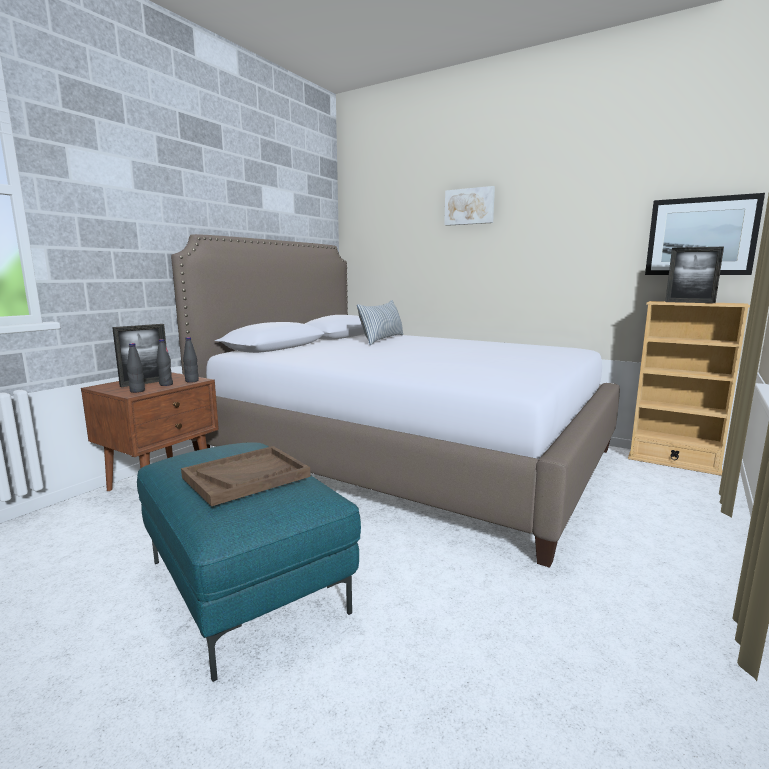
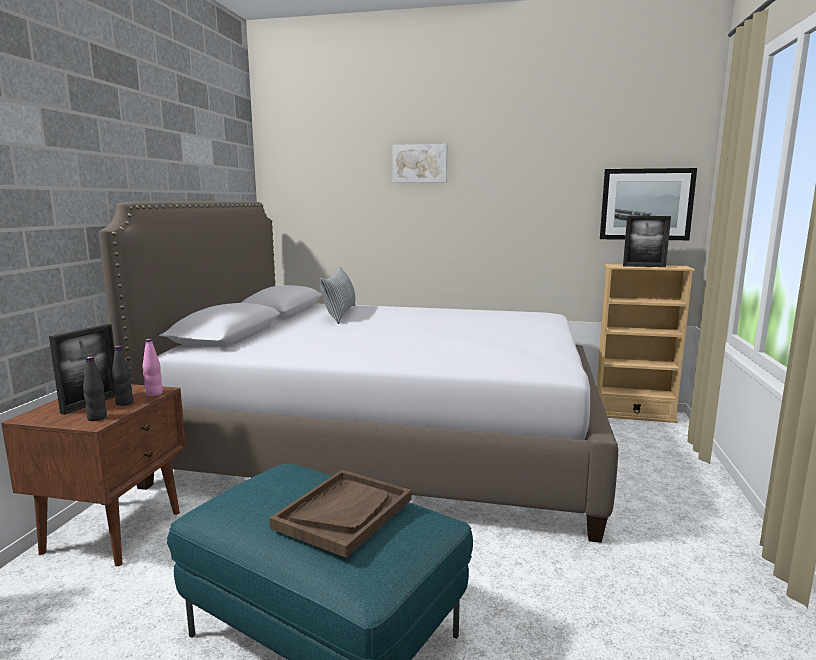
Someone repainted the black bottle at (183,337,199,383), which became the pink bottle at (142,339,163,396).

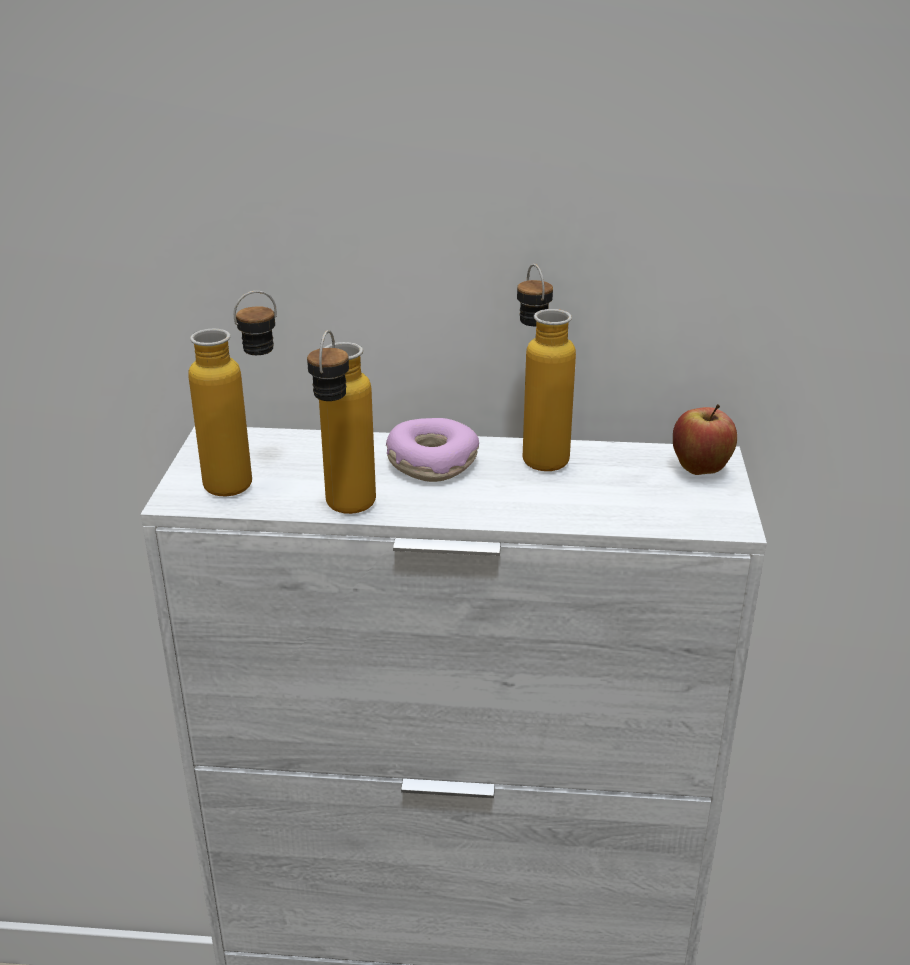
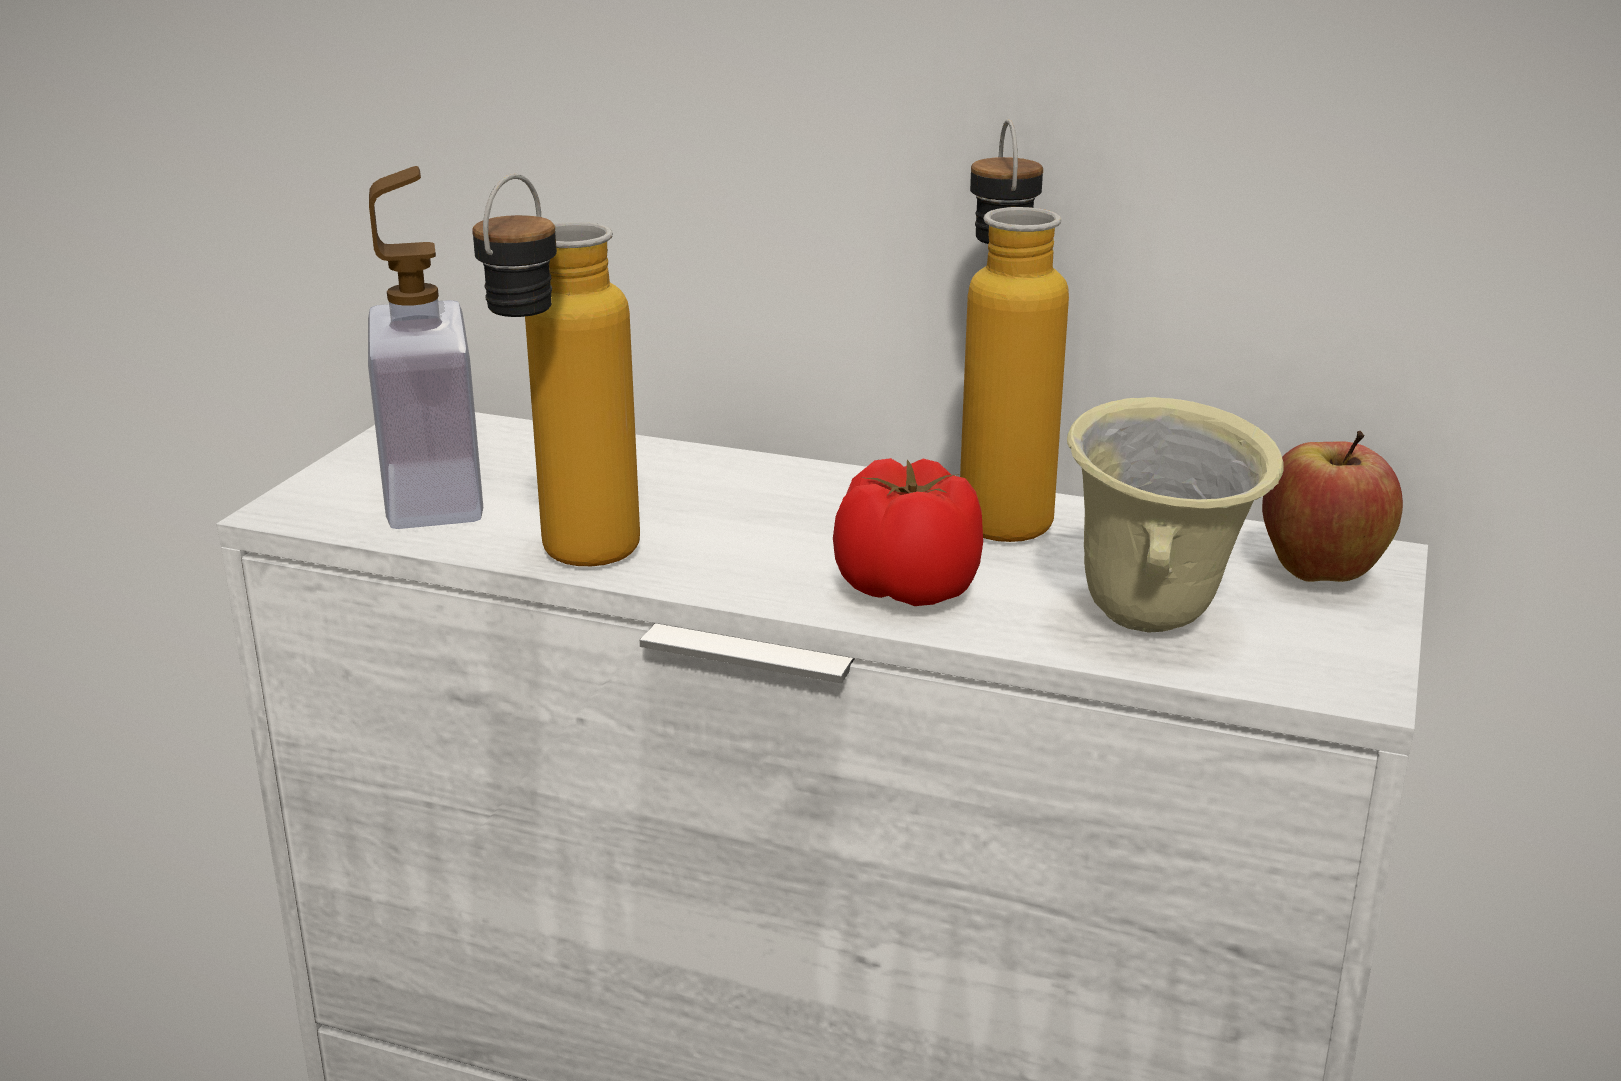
Someone took away the donut at (386,418,479,482).
Someone put down the tomato at (833,458,983,606).
Someone put down the beige mug at (1067,397,1284,633).
Someone swapped the bottle at (188,291,277,496) for the soap dispenser at (368,166,483,529).

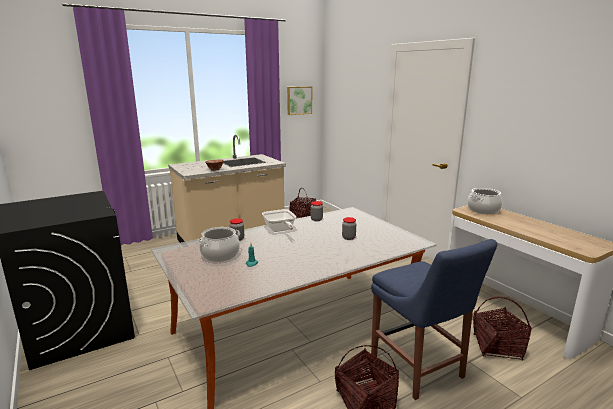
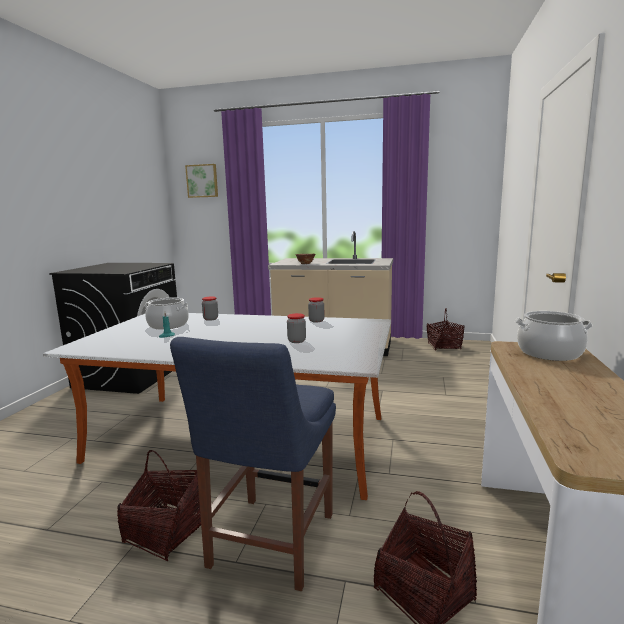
Someone took away the frying pan at (262,209,296,232).
Someone carried the picture from (287,86,312,115) to (185,164,218,198).

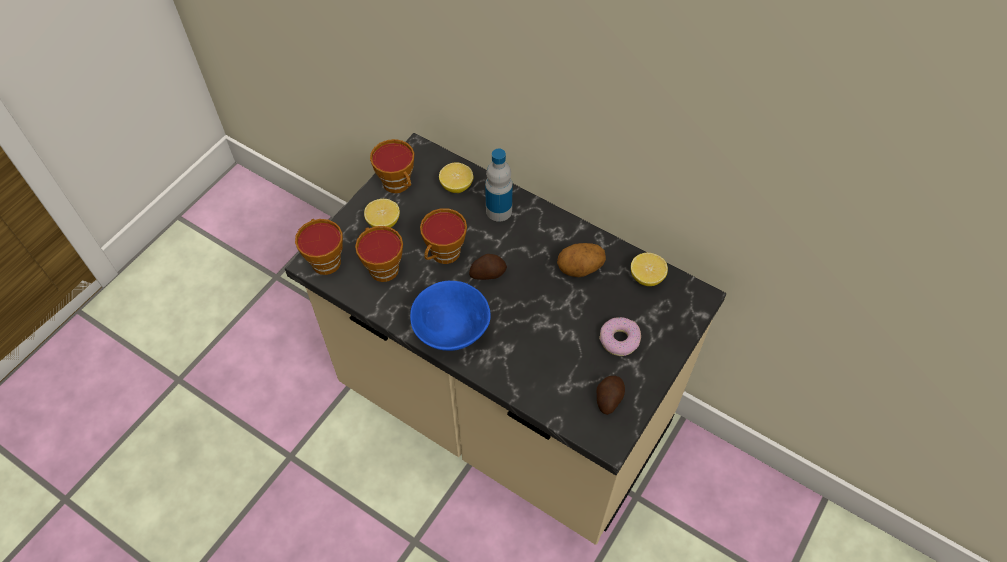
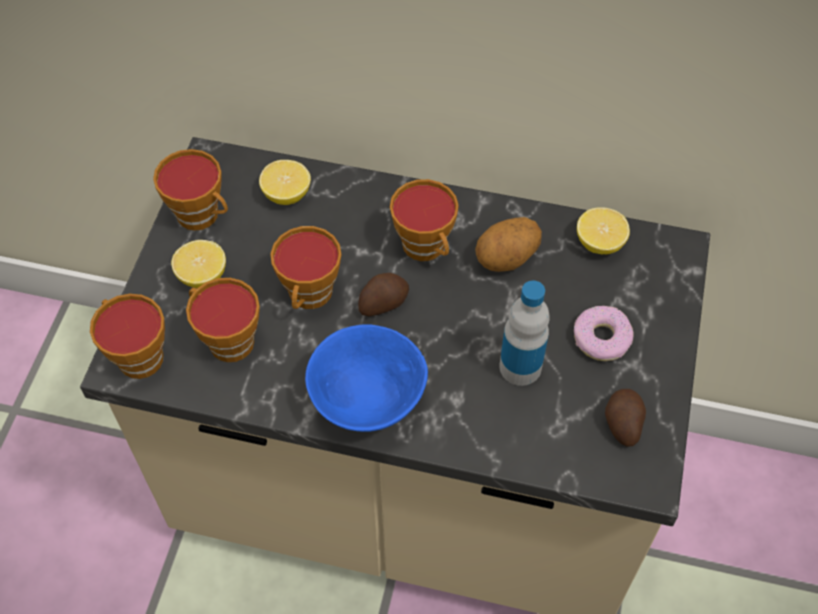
Someone put down the cup at (390,179,459,261).
Someone carried the bottle from (485,149,513,222) to (499,281,550,386).

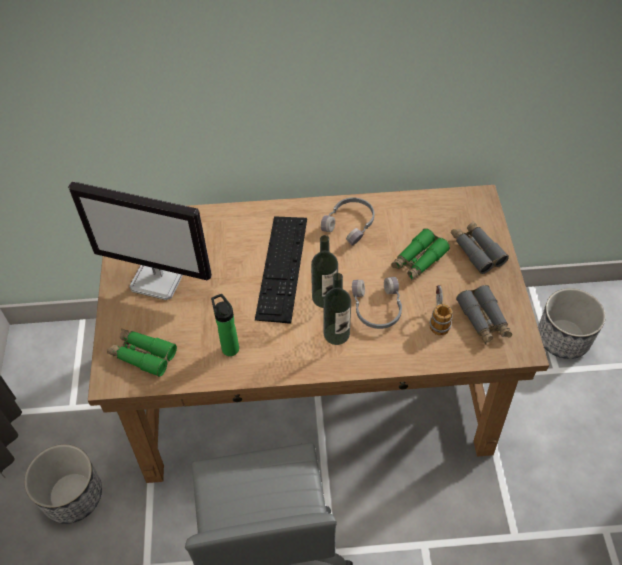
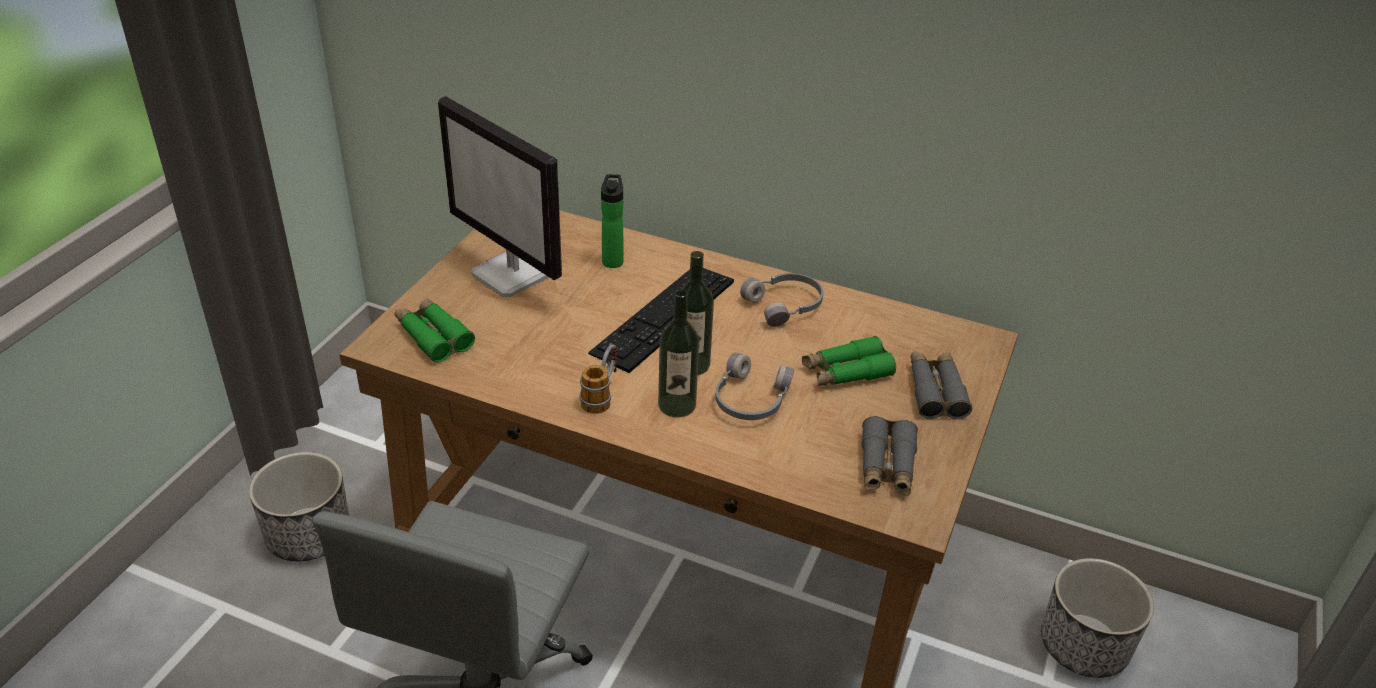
Someone carried the bottle from (211,294,239,356) to (601,174,623,268).
Someone carried the mug from (430,285,453,335) to (579,344,617,414).

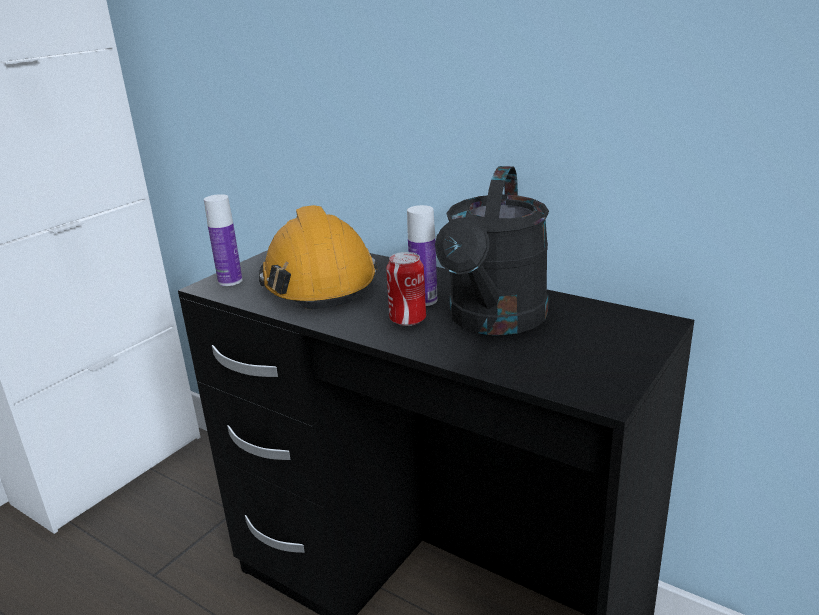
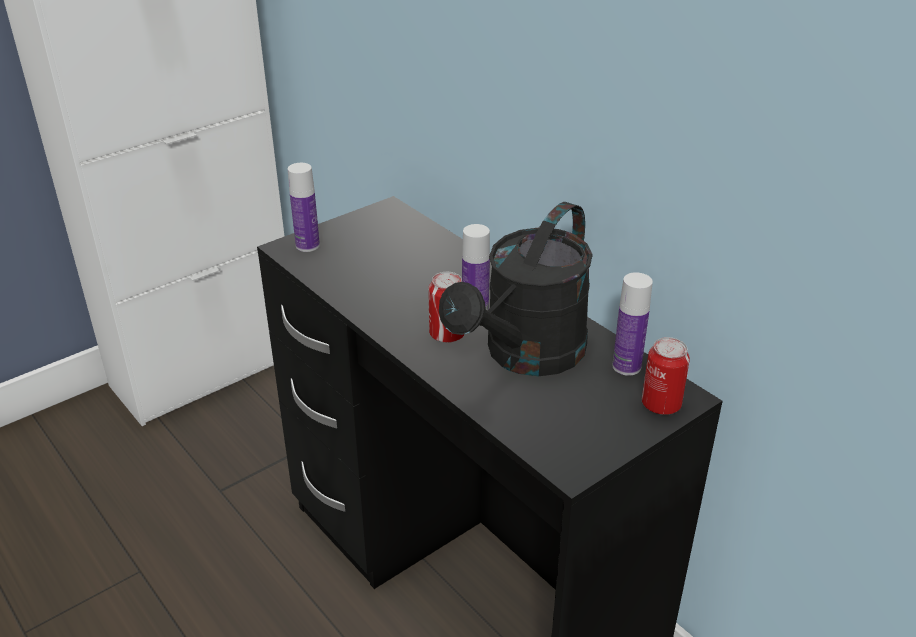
Someone took away the orange hard hat at (259,205,378,309).
Someone put down the bottle at (612,272,653,376).
Someone put down the can at (642,337,690,415).

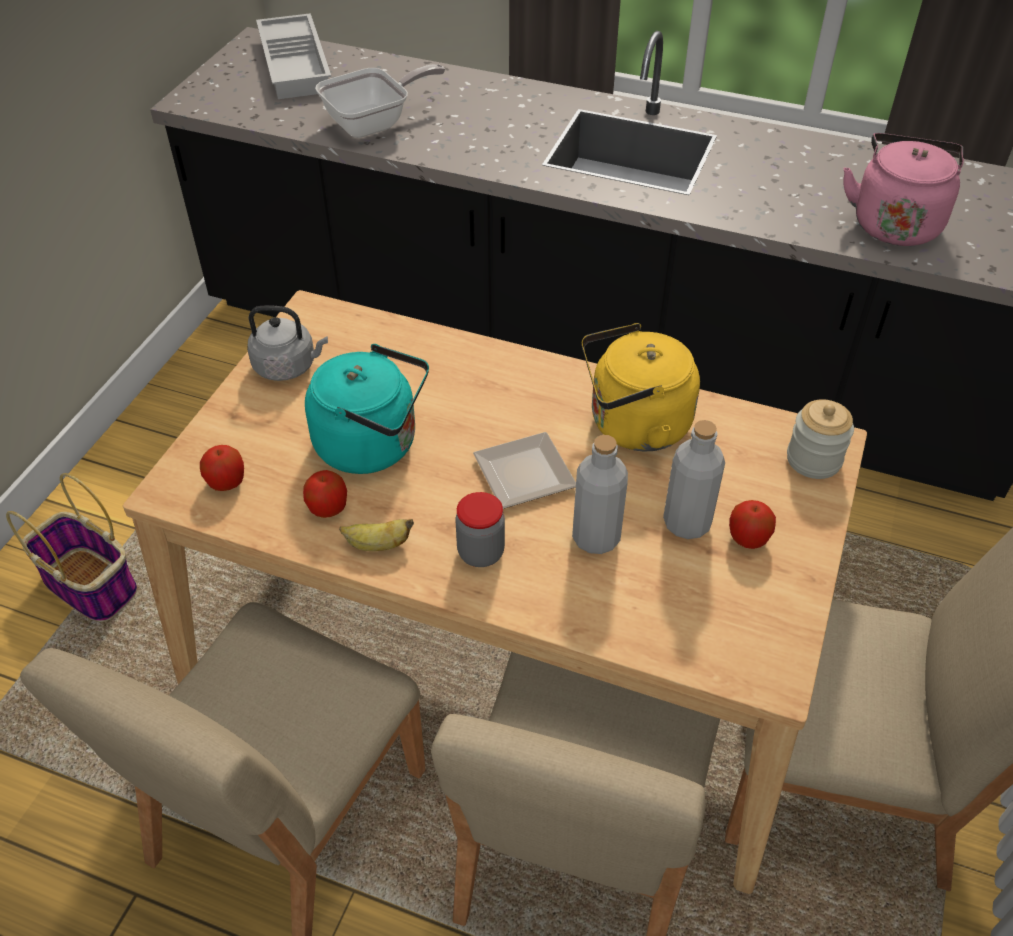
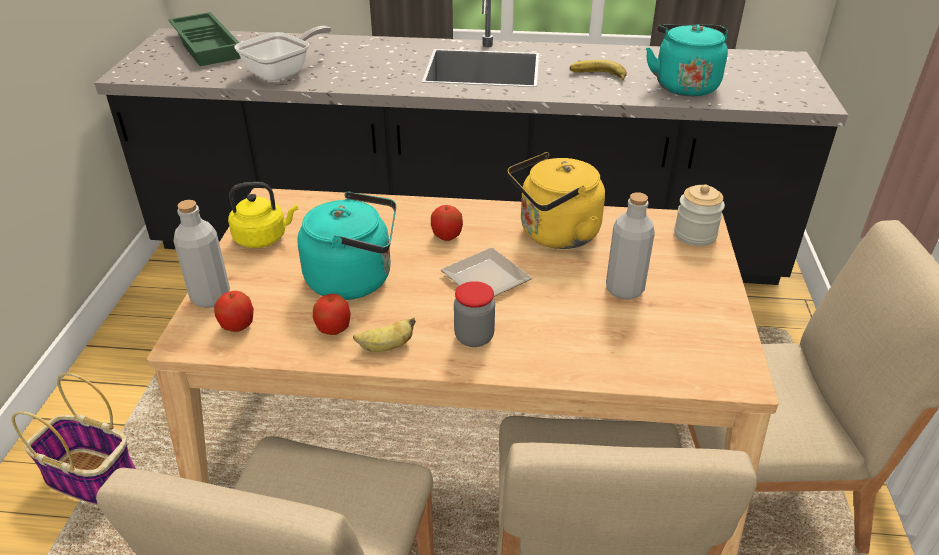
Someone put down the banana at (570,60,627,81).
Someone carried the grey bottle from (572,435,628,554) to (173,200,230,308).
Someone carried the apple from (729,500,776,549) to (431,205,463,241).
Someone repainted the grey kettle at (247,305,328,381), which became the yellow kettle at (228,182,298,248).
Someone repainted the white tray at (256,13,331,99), which became the green tray at (168,12,241,66).
Someone repainted the pink kettle at (843,133,964,246), which became the turquoise kettle at (646,24,728,96).

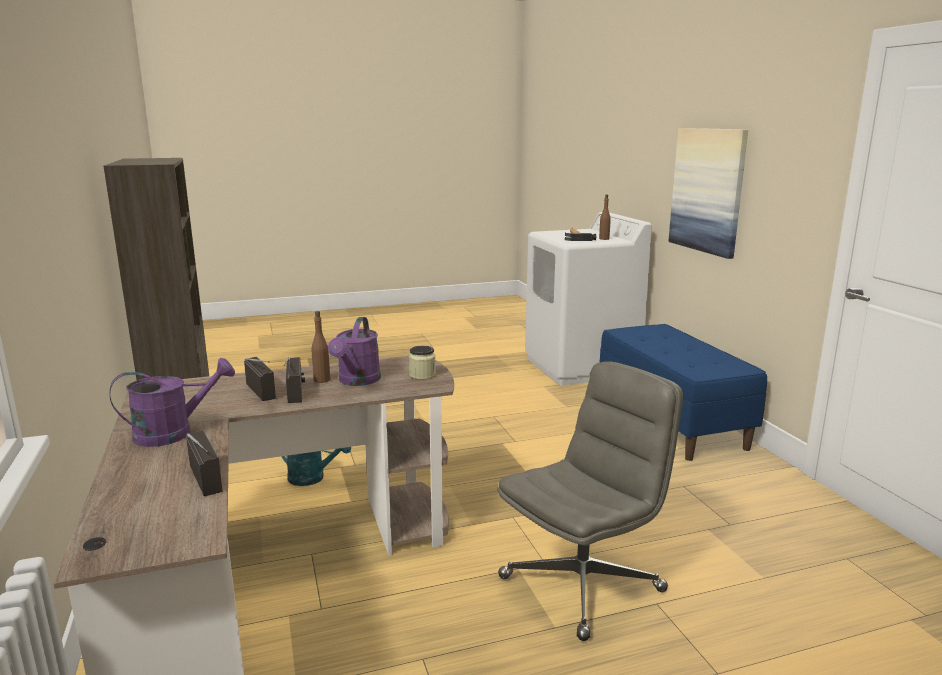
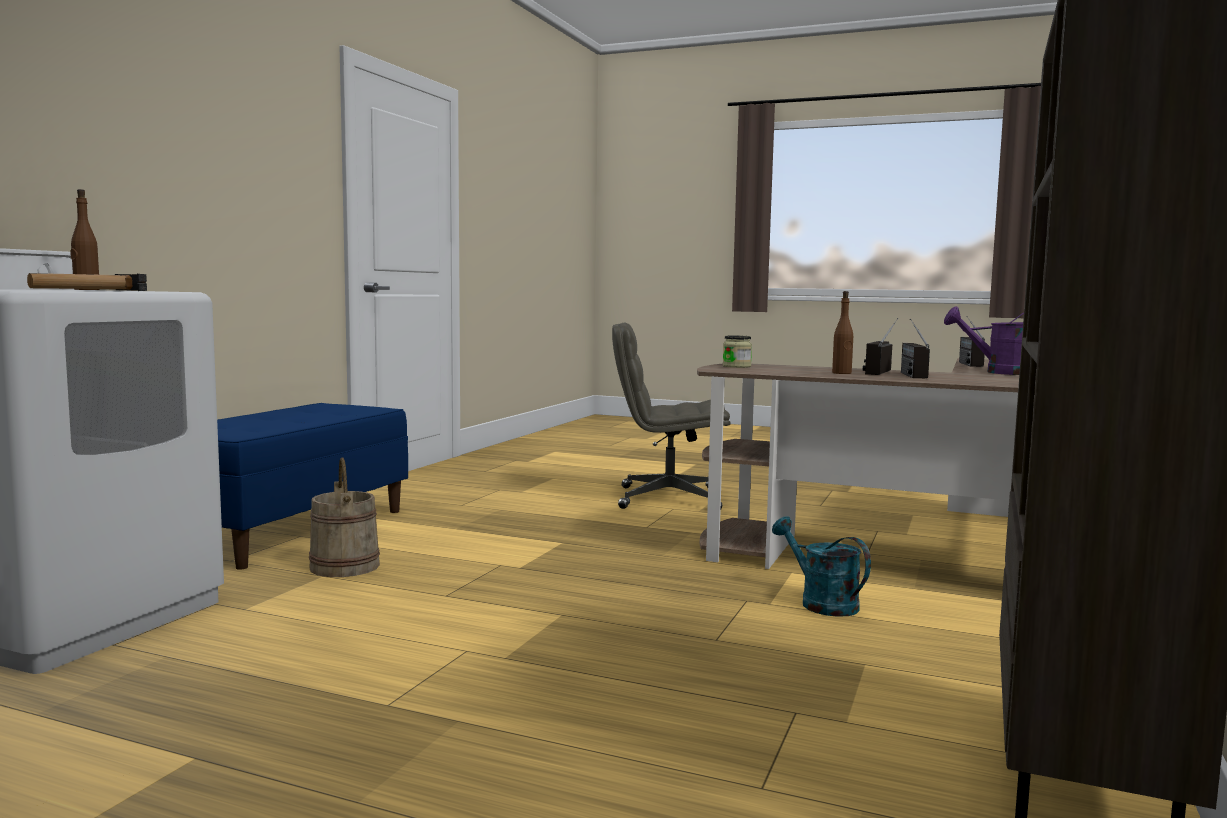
Someone took away the purple watering can at (328,317,381,386).
Someone took away the picture at (669,128,748,259).
Someone put down the beige bucket at (309,458,380,577).

